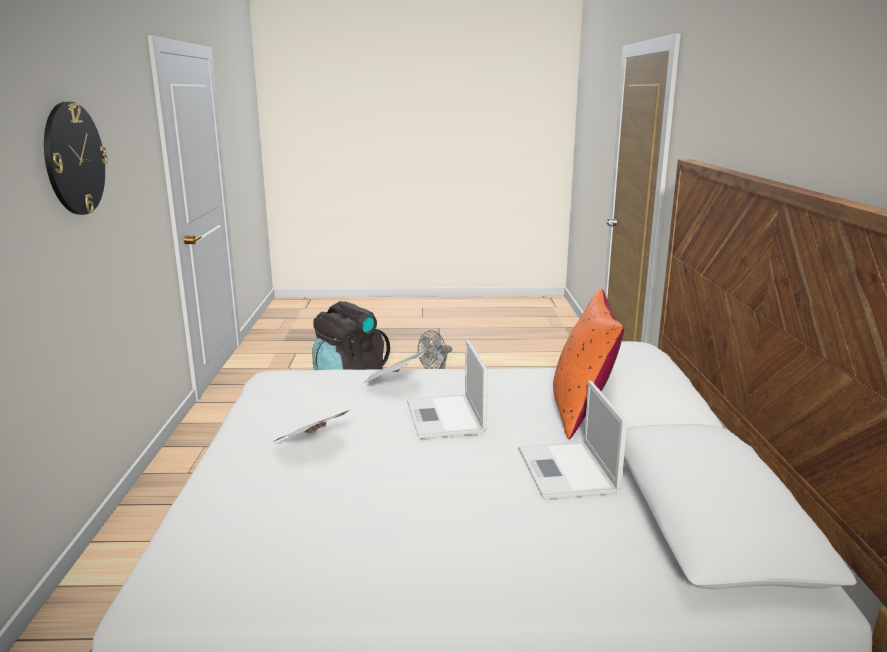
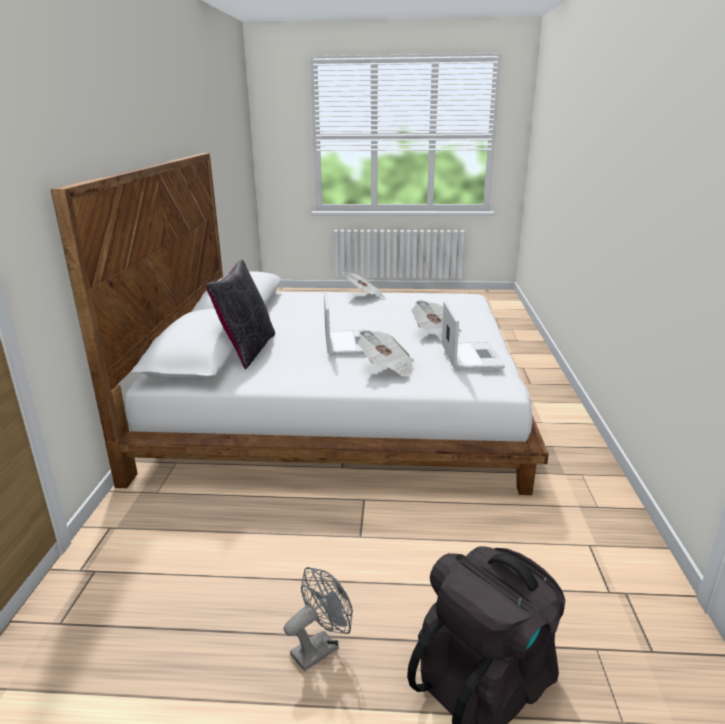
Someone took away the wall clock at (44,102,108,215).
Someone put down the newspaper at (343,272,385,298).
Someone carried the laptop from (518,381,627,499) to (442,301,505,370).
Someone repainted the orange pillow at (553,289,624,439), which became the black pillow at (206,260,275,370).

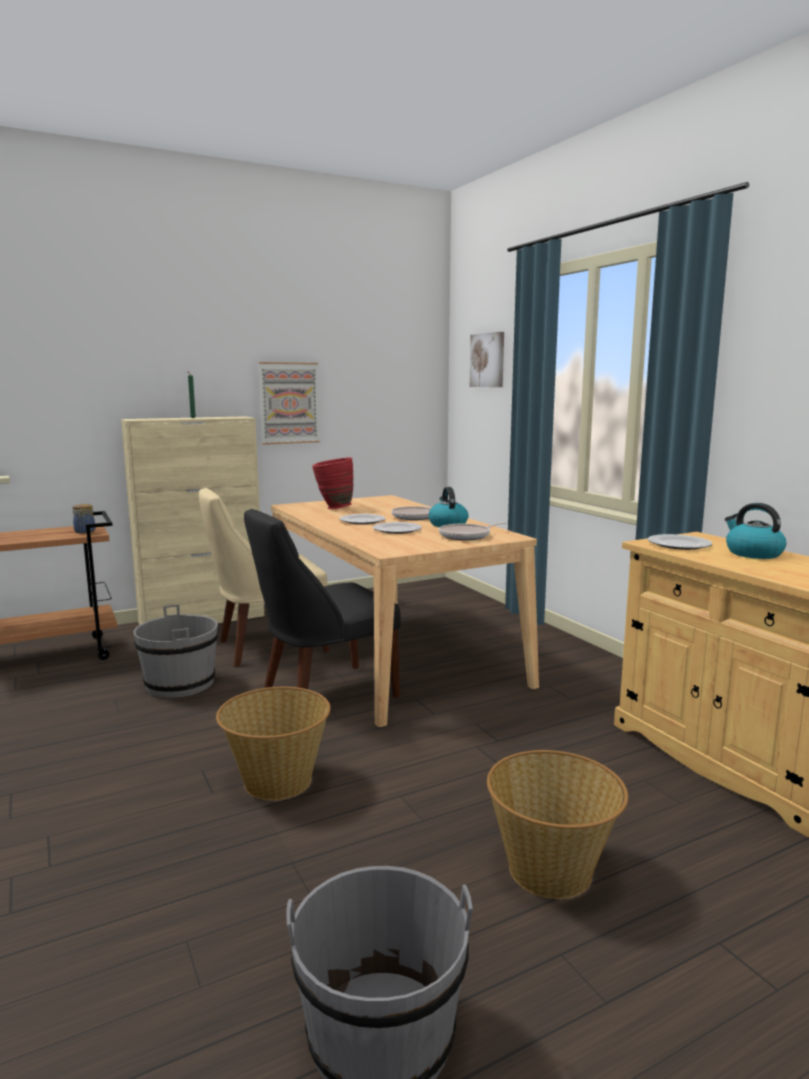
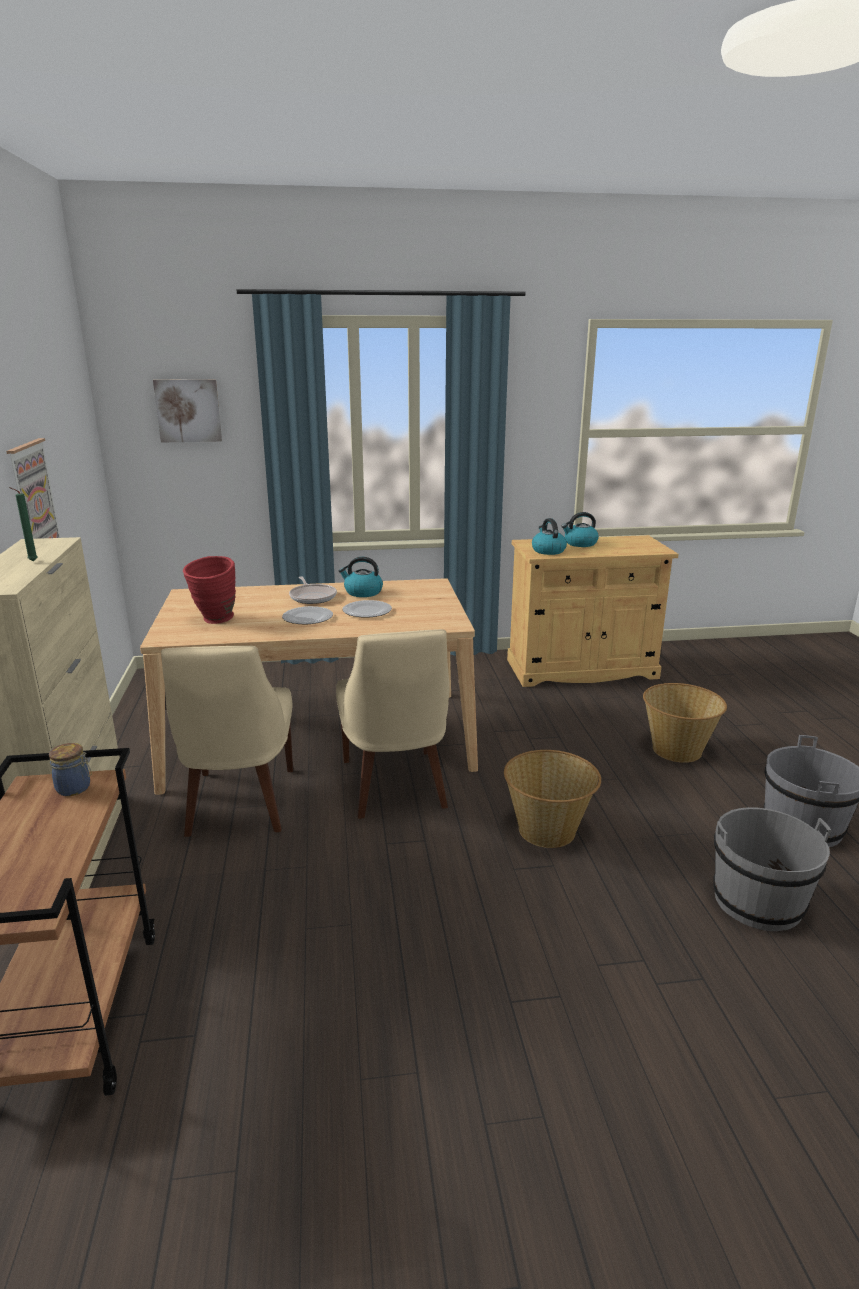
Someone took away the frying pan at (439,522,508,540).
Someone carried the grey bucket from (134,604,218,698) to (713,807,831,931).
Someone swapped the plate at (647,534,713,550) for the kettle at (532,518,567,555).
Someone repainted the black chair at (244,509,401,698), which became the beige chair at (336,629,449,819).

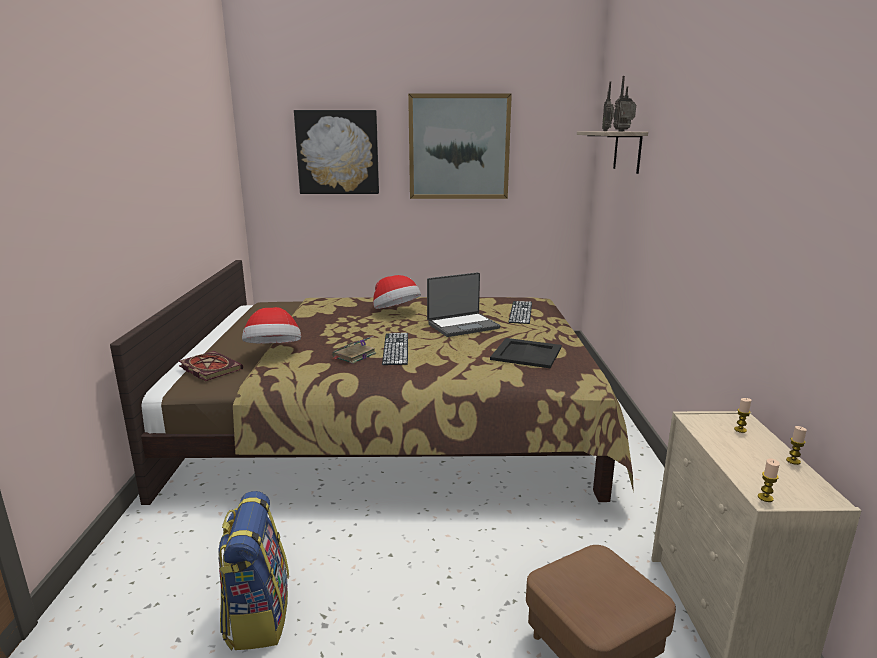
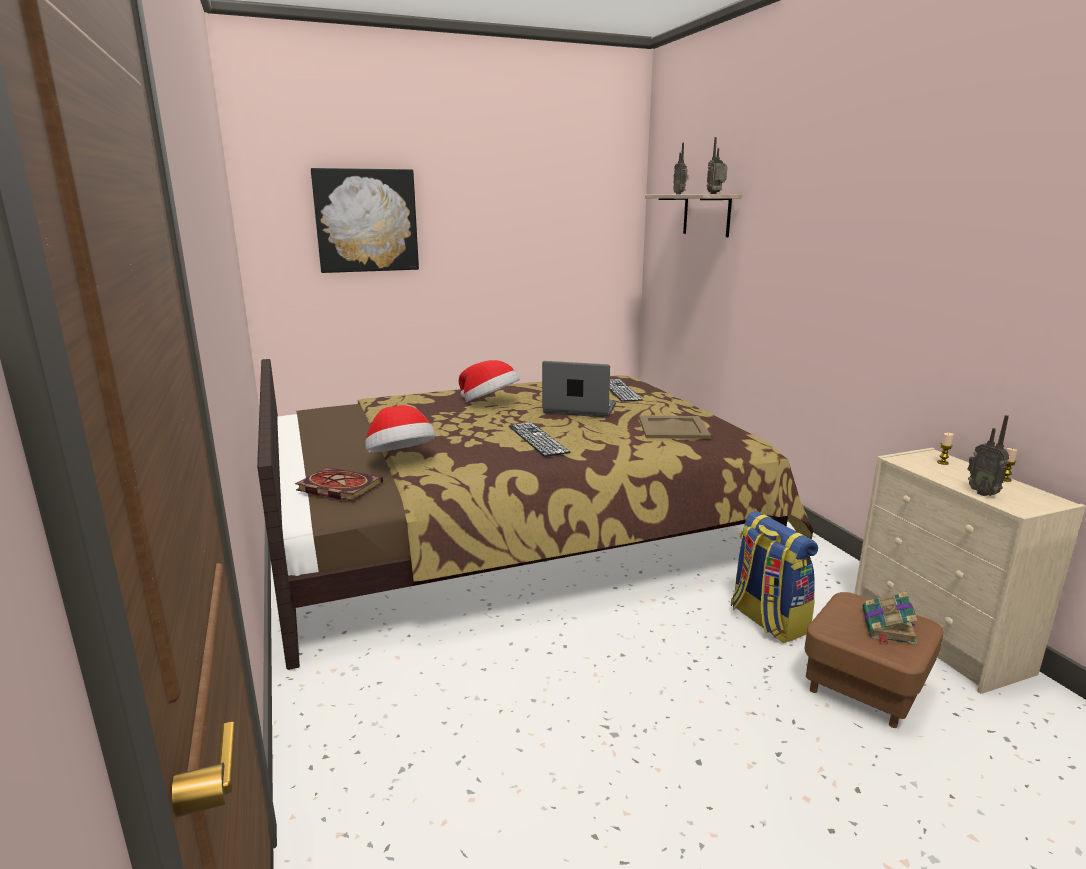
Someone took away the picture at (408,94,512,199).
Someone took away the candle at (758,458,780,502).
Someone put down the radio at (967,415,1009,496).
Someone carried the backpack from (218,491,289,651) to (731,511,818,643).
Someone carried the book from (332,336,376,364) to (862,592,918,645).
Someone repainted the black tray at (490,338,562,368), which became the beige tray at (639,416,711,439).
Someone rotated the laptop at (427,272,500,337) by 120 degrees counterclockwise.

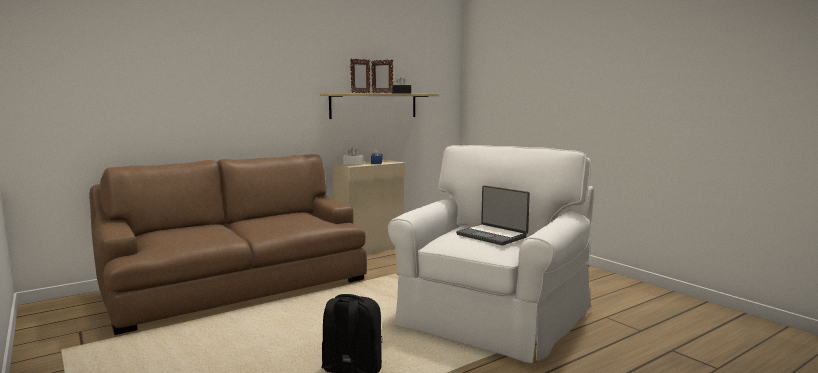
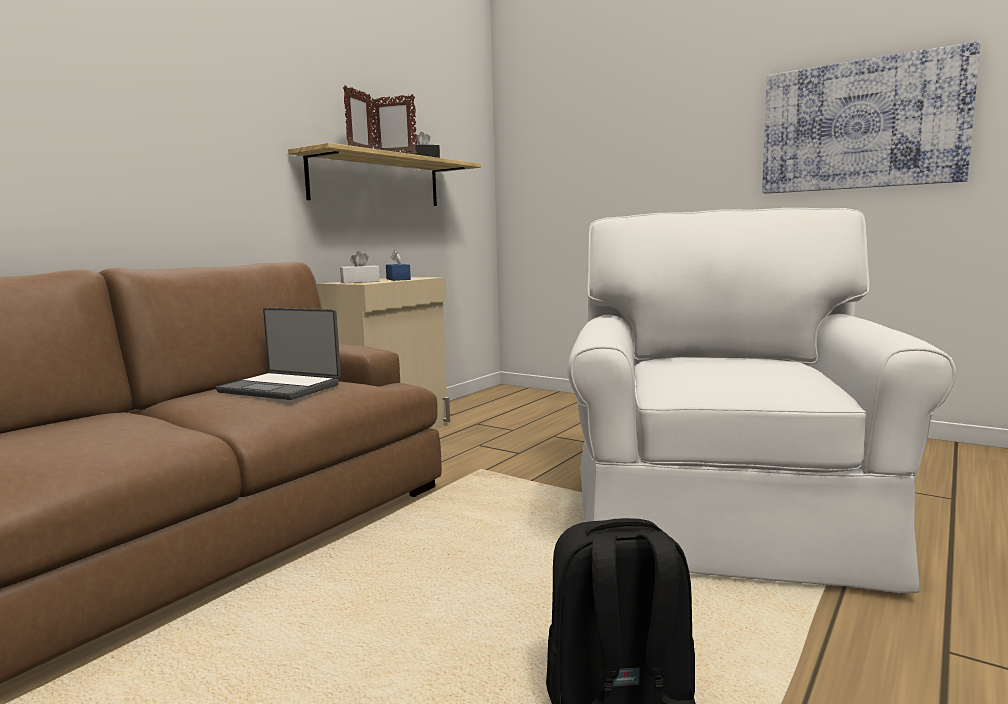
Someone put up the picture at (762,41,980,194).
Someone carried the laptop from (456,185,530,245) to (216,308,341,400).

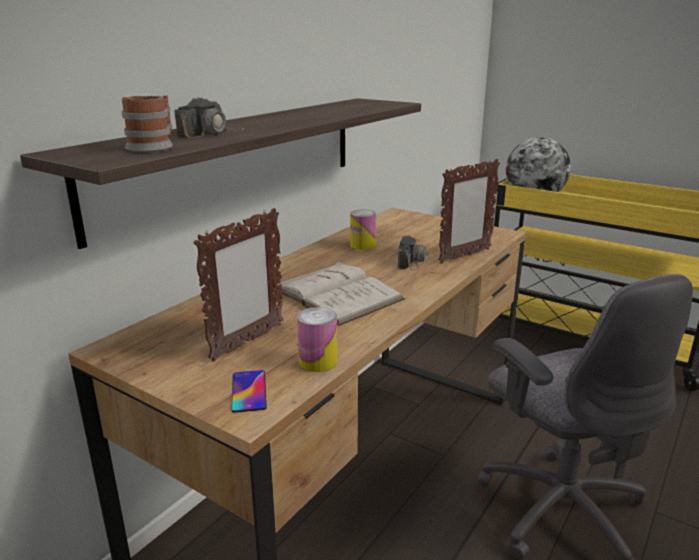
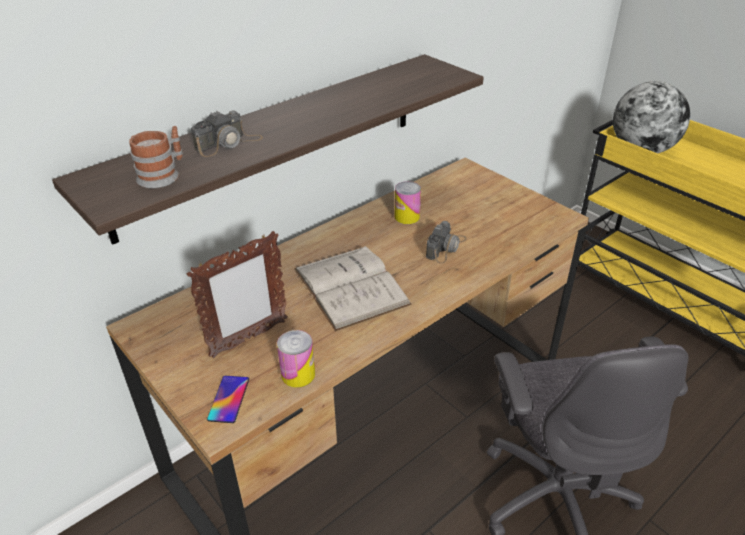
Someone took away the picture frame at (439,159,500,263).

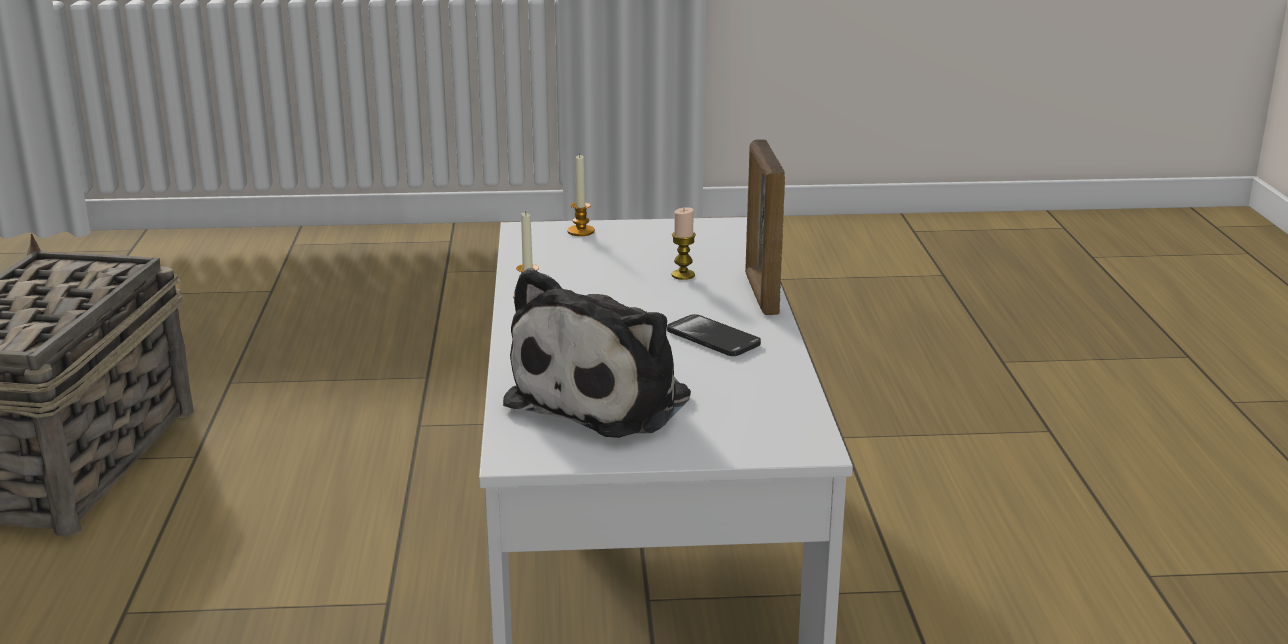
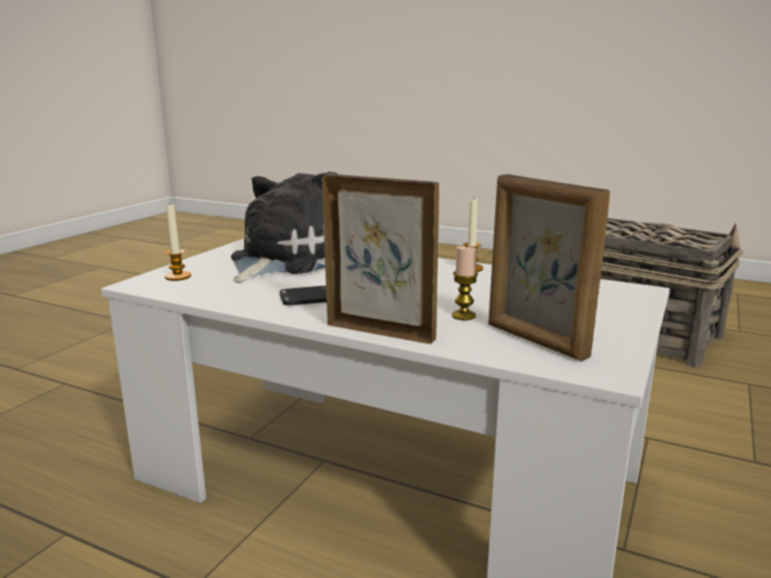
Someone put down the picture frame at (488,174,610,361).
Someone carried the candle from (568,154,595,236) to (165,204,191,281).
Someone rotated the plush toy at (503,268,691,438) by 60 degrees clockwise.

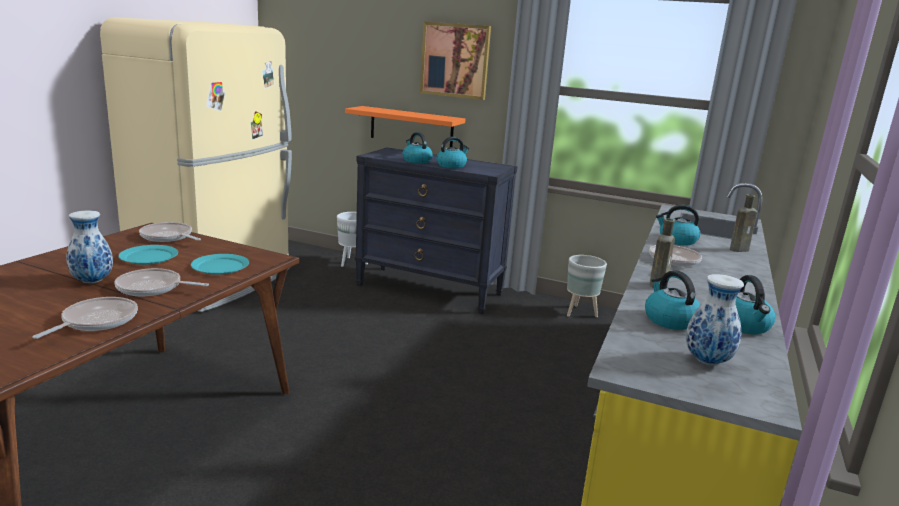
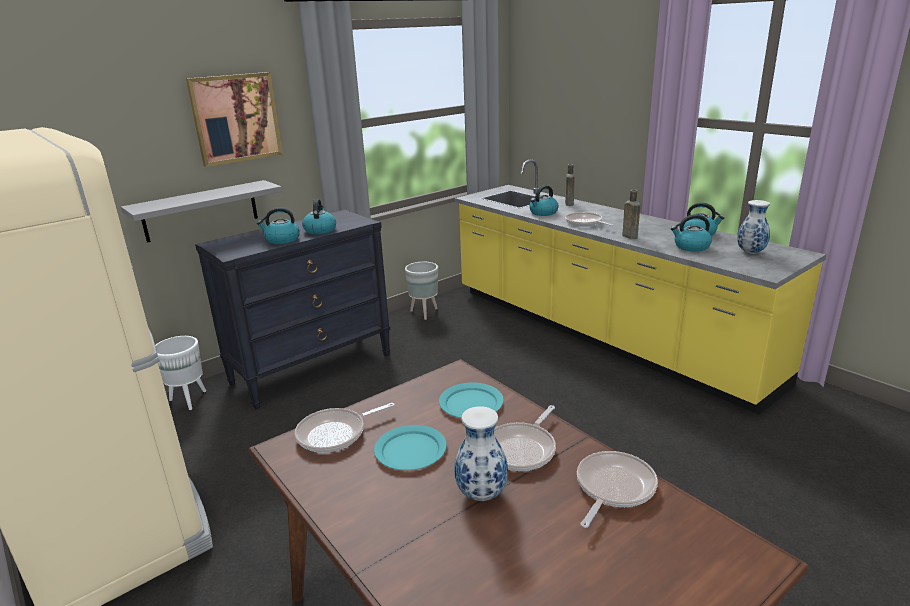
Someone repainted the orange shelf at (345,106,465,147), which became the grey shelf at (121,180,282,243).
Someone rotated the frying pan at (32,297,138,339) by 75 degrees clockwise.

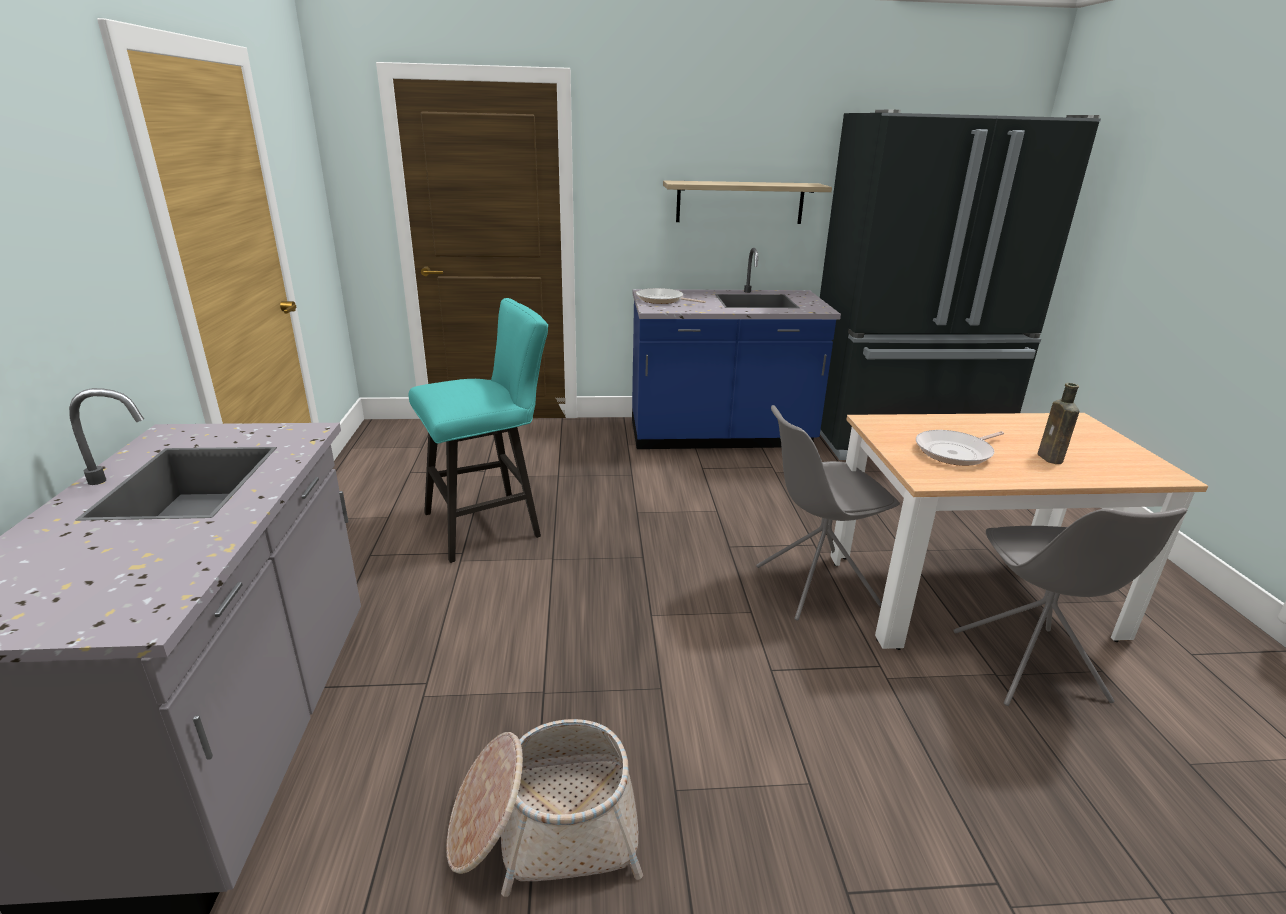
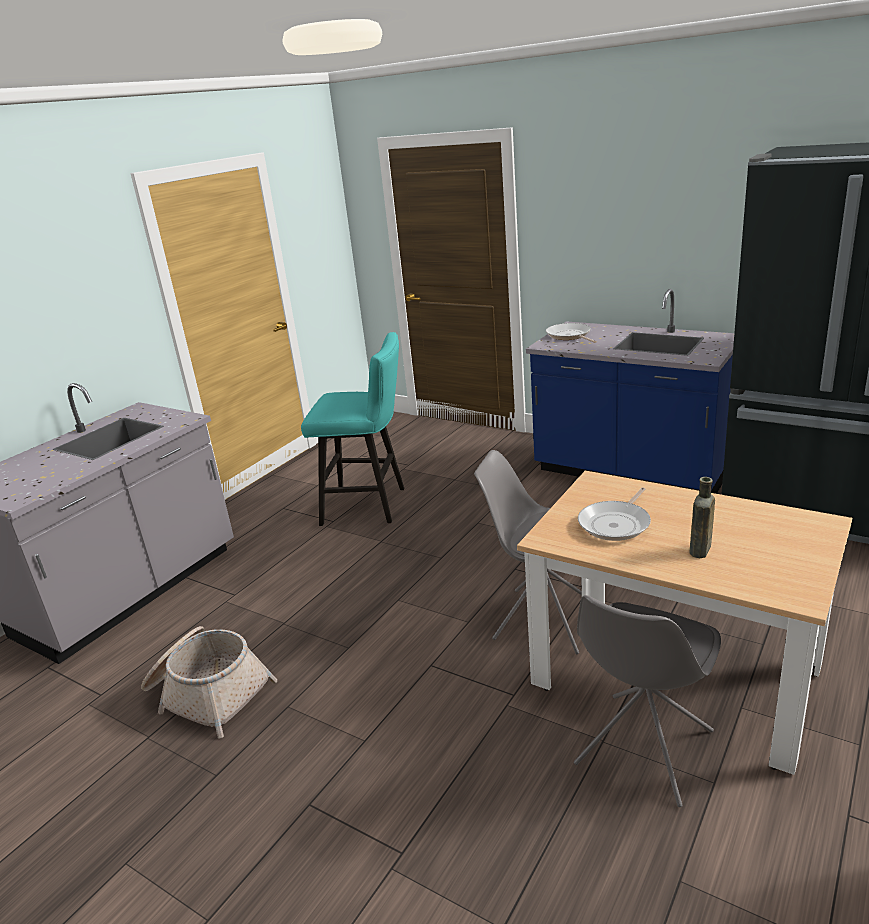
Someone took away the shelf at (663,180,832,224).
Someone rotated the frying pan at (916,430,1004,466) by 60 degrees counterclockwise.

